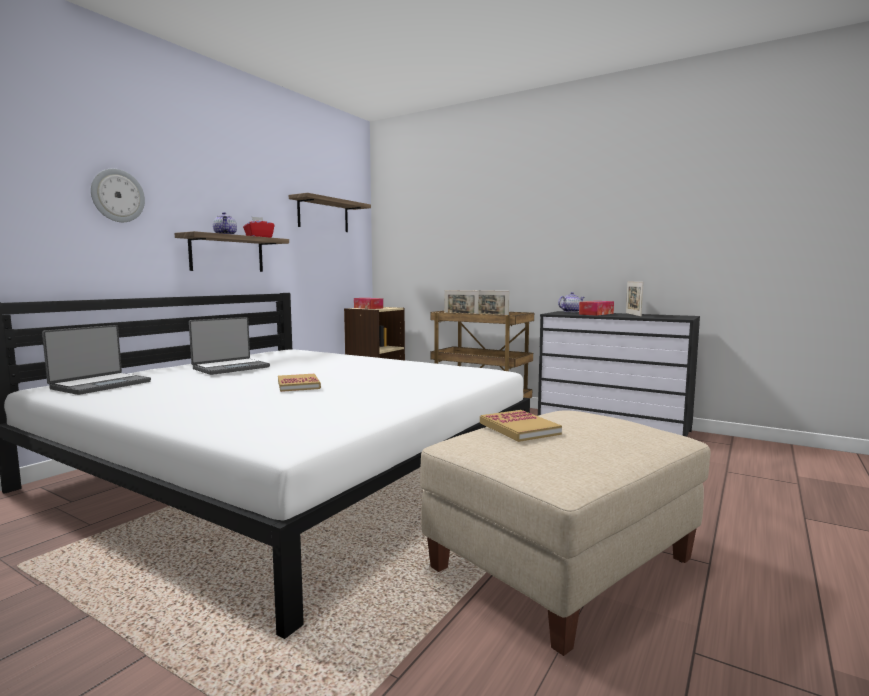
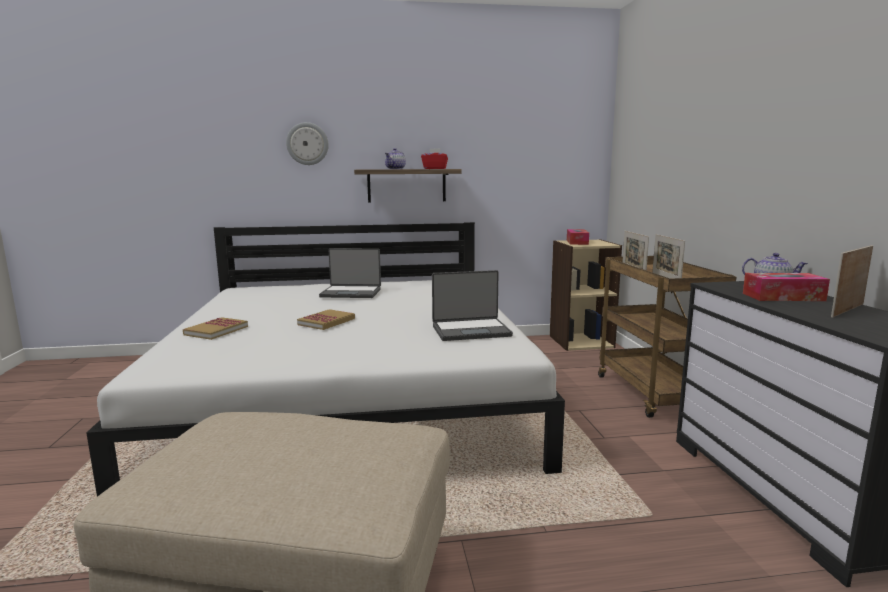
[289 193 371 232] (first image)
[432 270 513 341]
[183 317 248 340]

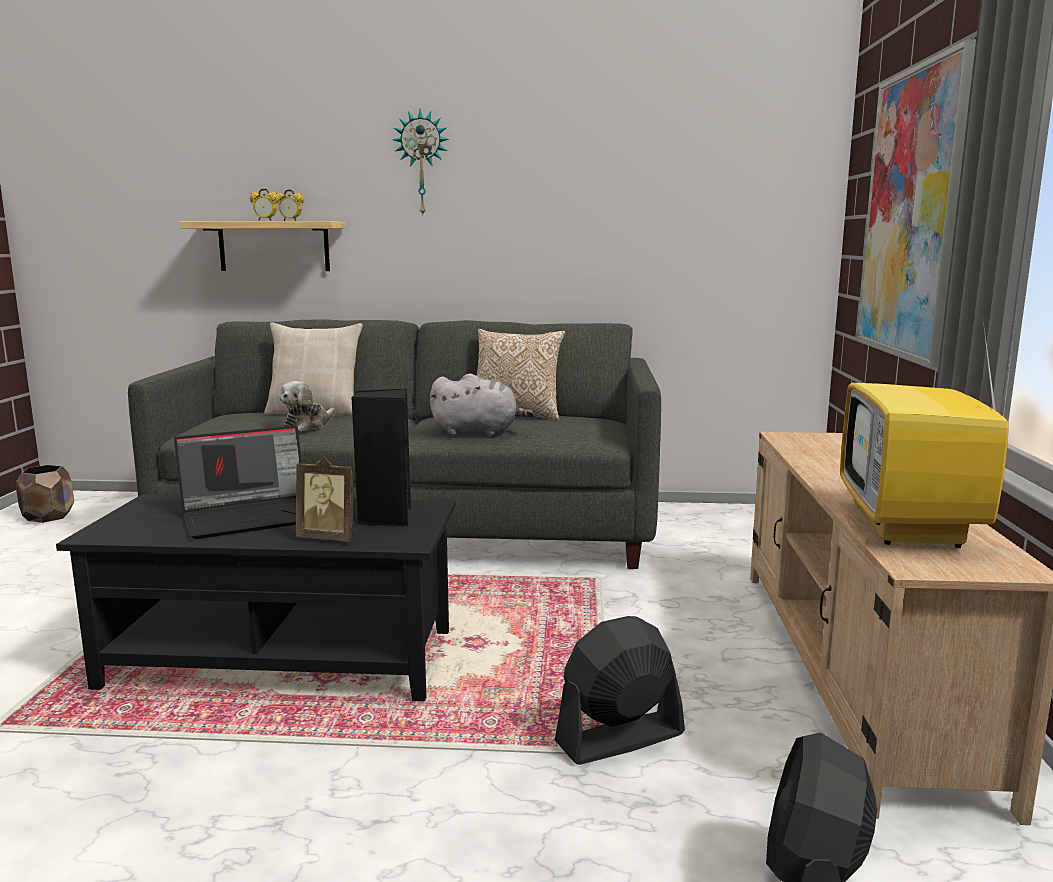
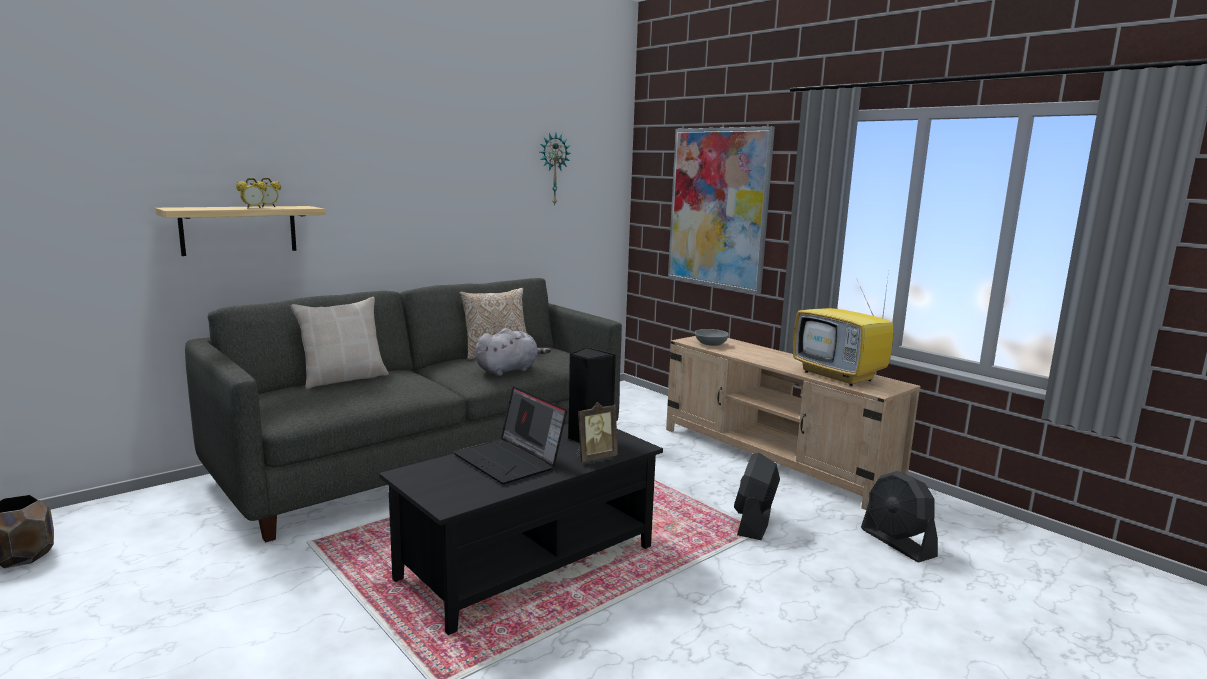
[540 133 571 206]
[279 381 336 431] (first image)
[453 386 567 484]
[695 329 729 346]

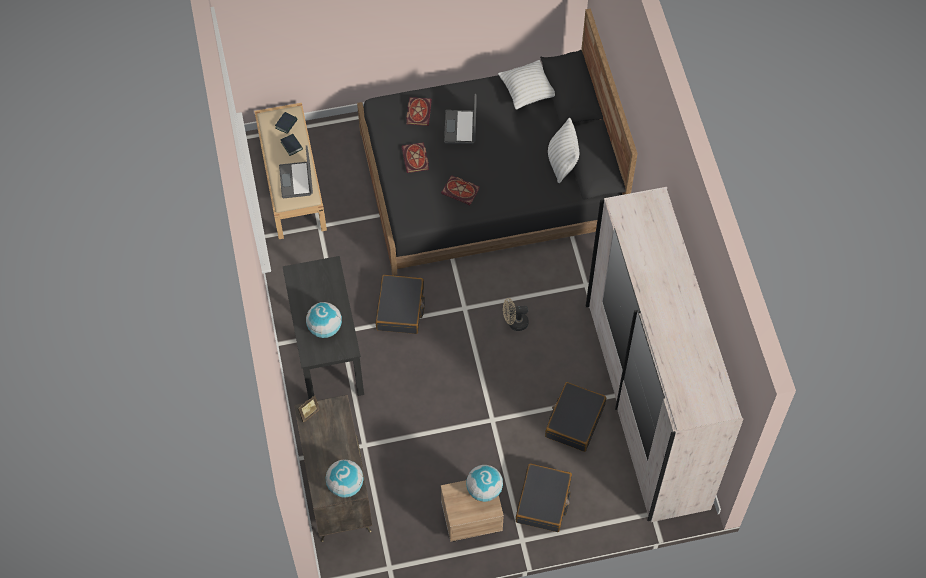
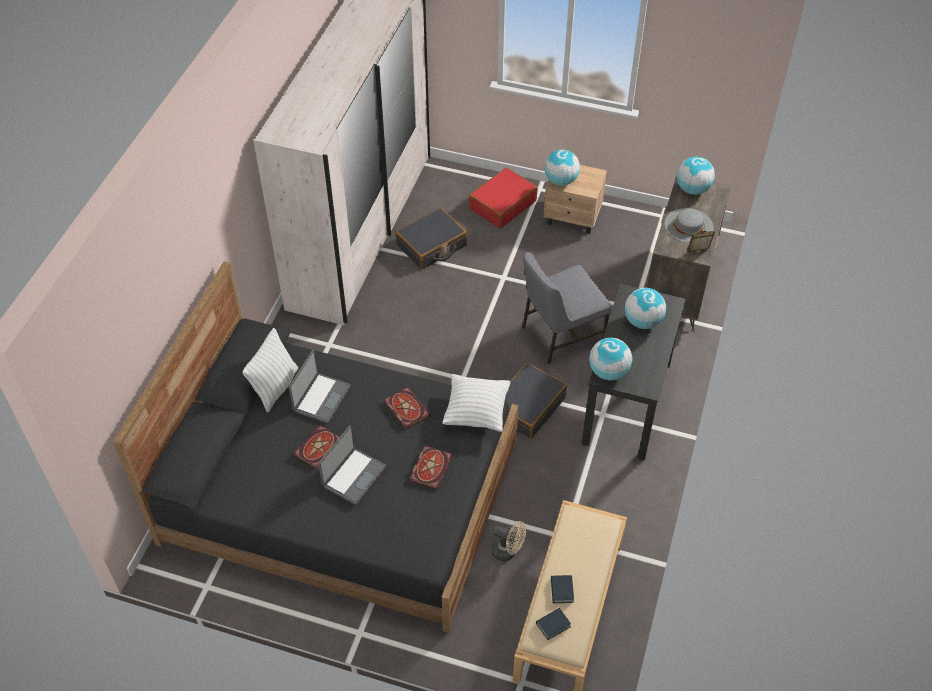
[442 374 510 432]
[293 425 340 469]
[289 350 351 423]
[491 521 526 561]
[469 168 538 229]
[664 208 714 243]
[522 252 612 364]
[589 338 632 380]

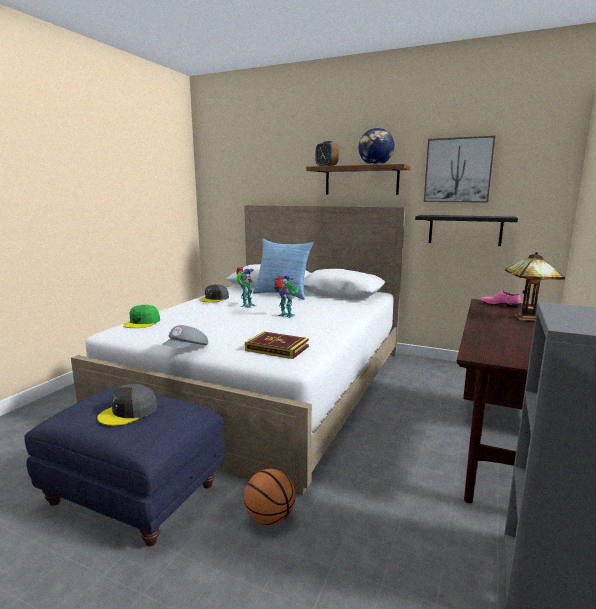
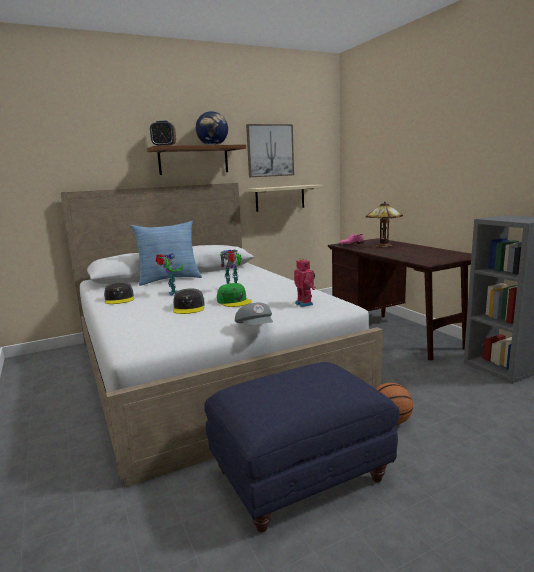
[247 185 323 212]
[217 283 252 307]
[294 258 316 307]
[173 289 205 314]

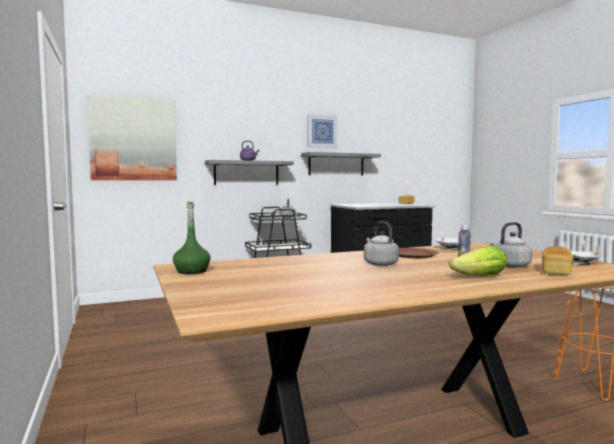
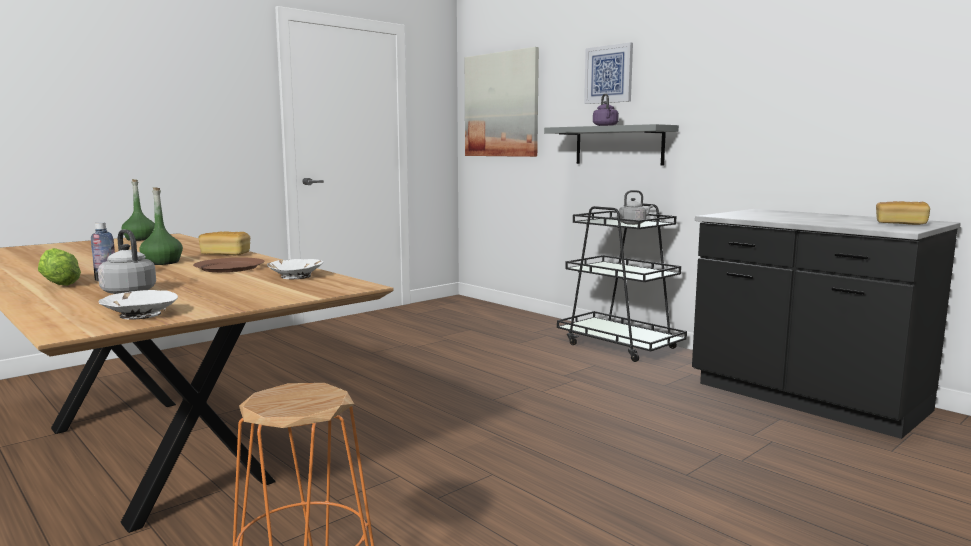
[584 42 633 104]
[301 152 381 176] (first image)
[139 187 183 265]
[199 231 250 255]

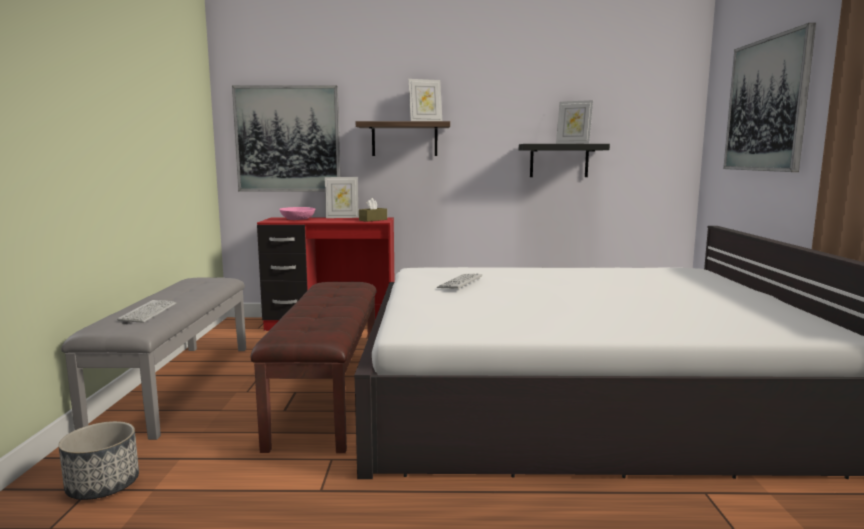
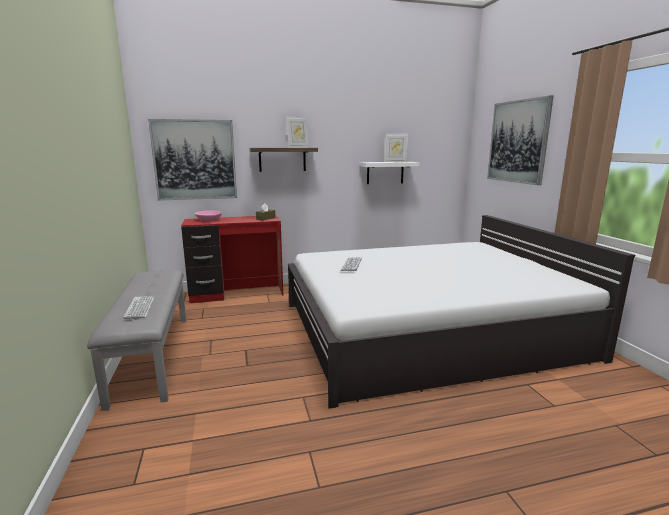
[360 162 420 184]
[325 177 359 218] (first image)
[250 282 377 453] (first image)
[58 421 139 500] (first image)

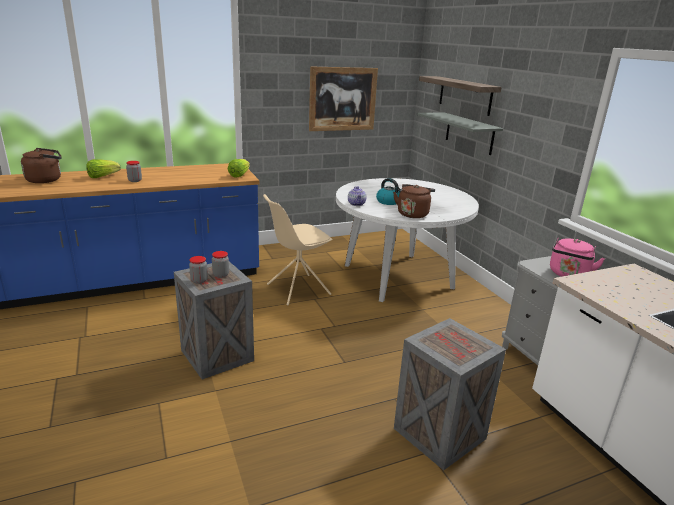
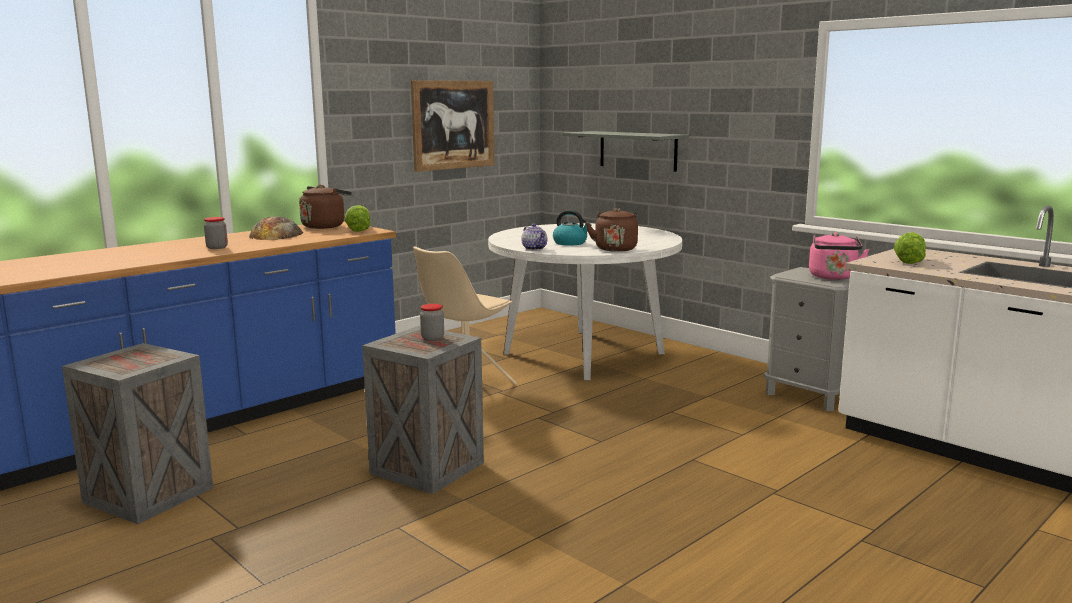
[419 76 502 116] (first image)
[299 185 352 229]
[894 232 926 264]
[189 256 208 284] (first image)
[62 343 213 524]
[249 216 304 240]

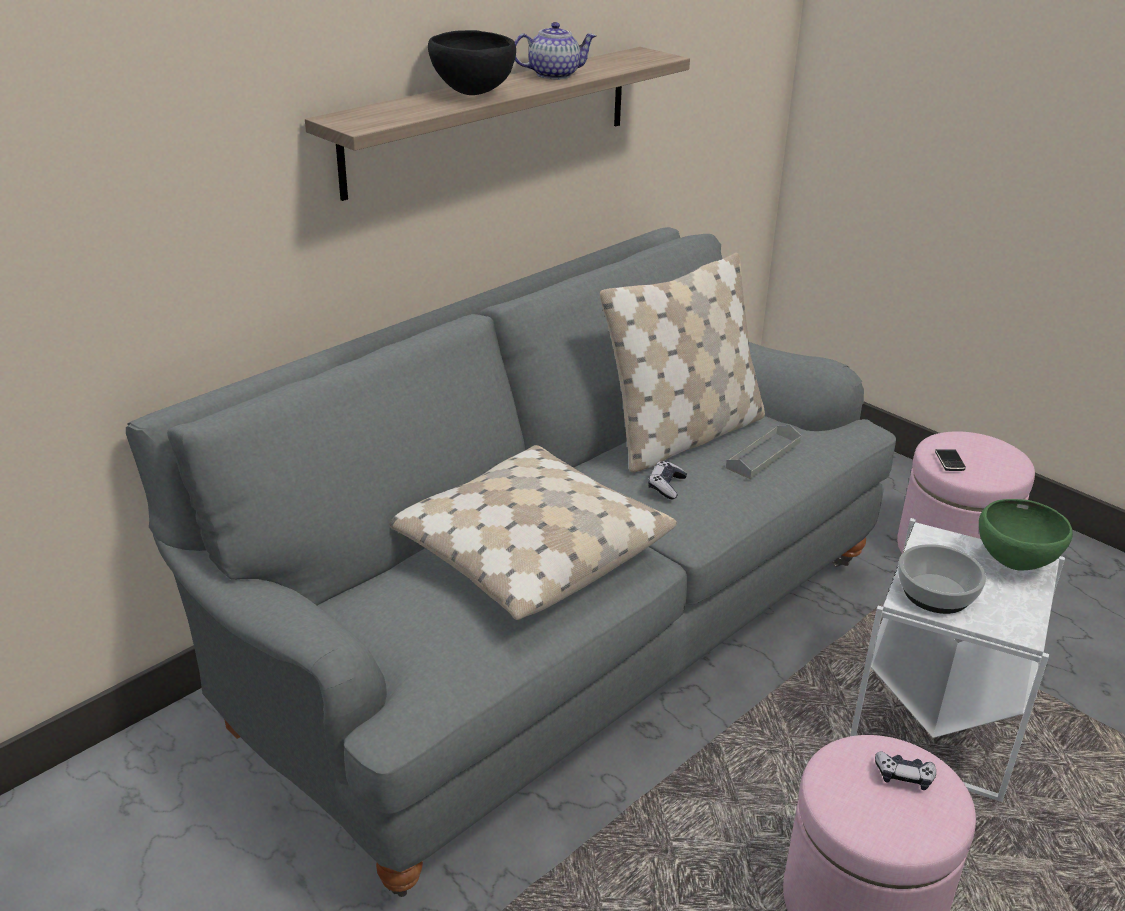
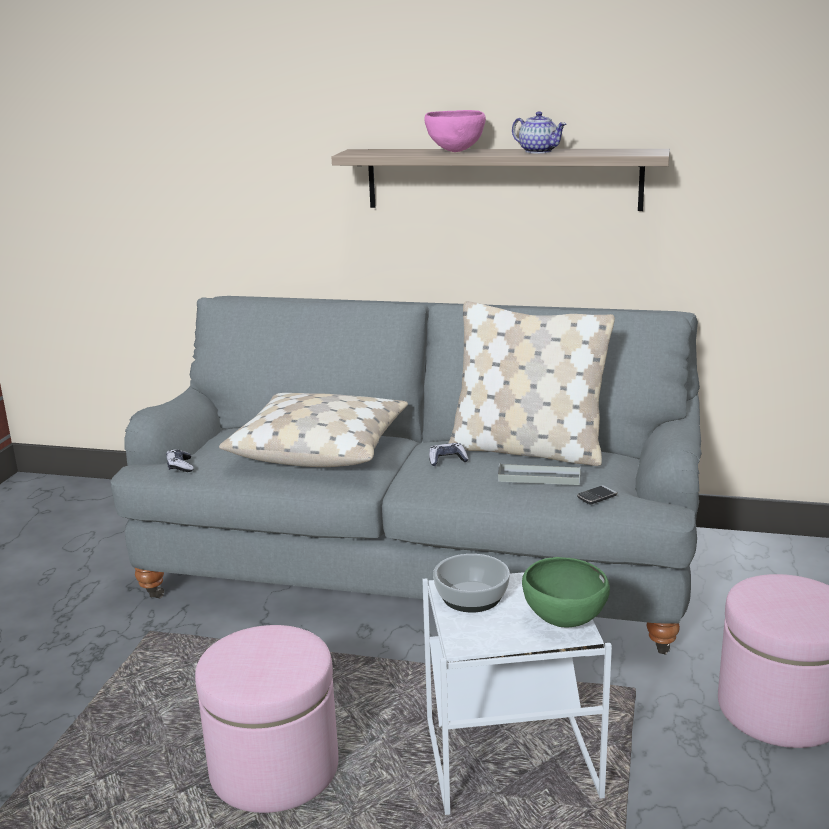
[424 110 486 152]
[577 485 618 505]
[166 449 194 472]

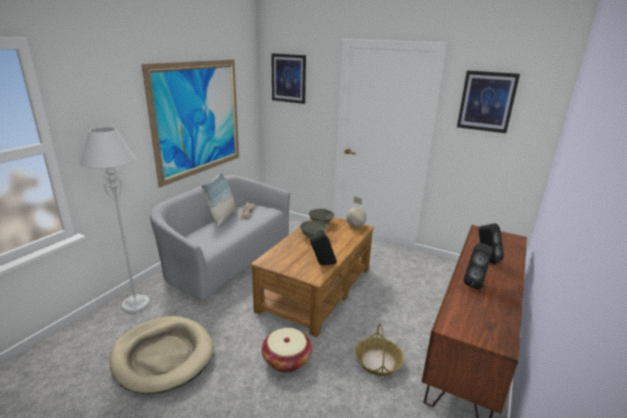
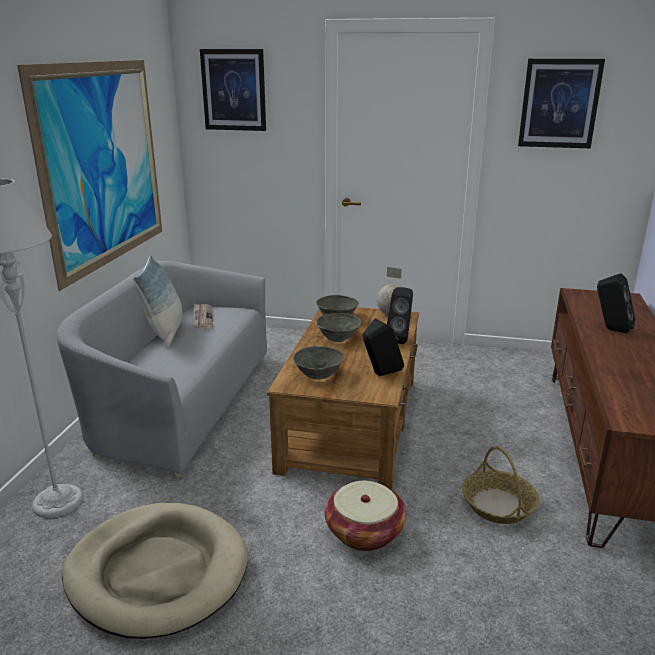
[387 287 413 344]
[293 346 344 379]

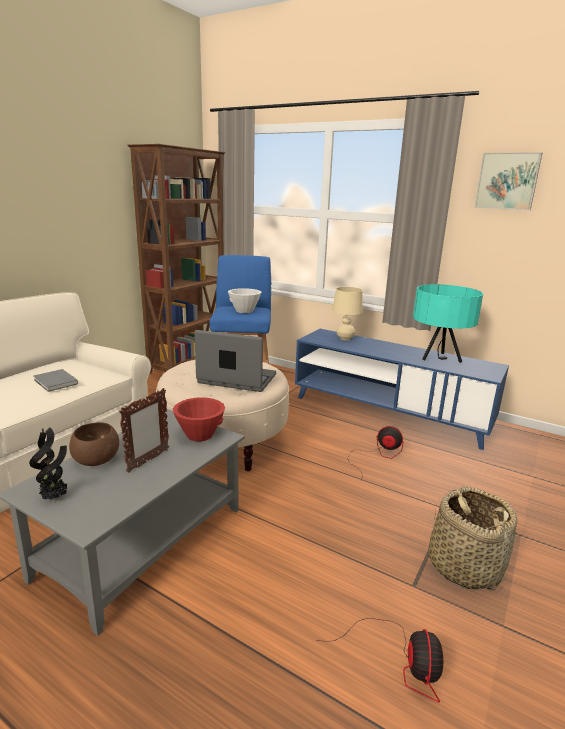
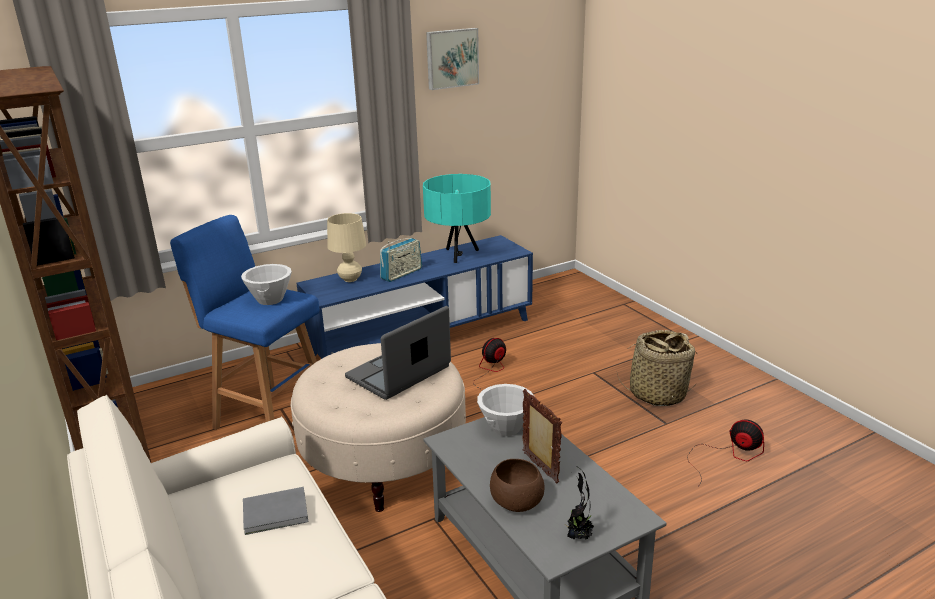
[477 384 534 436]
[380 238 422 282]

